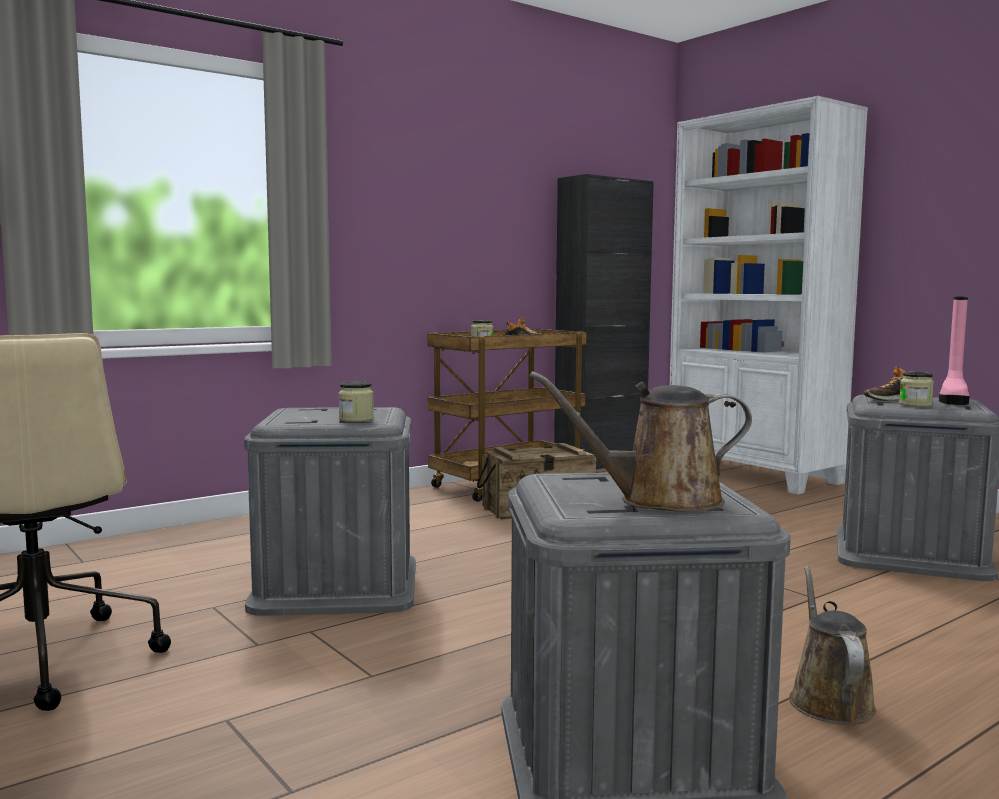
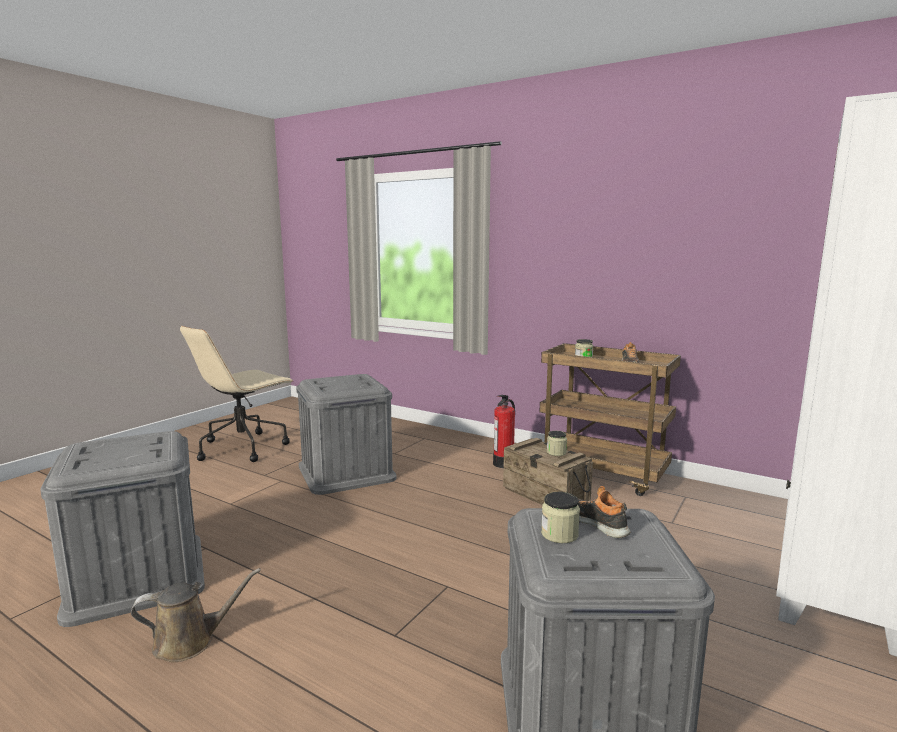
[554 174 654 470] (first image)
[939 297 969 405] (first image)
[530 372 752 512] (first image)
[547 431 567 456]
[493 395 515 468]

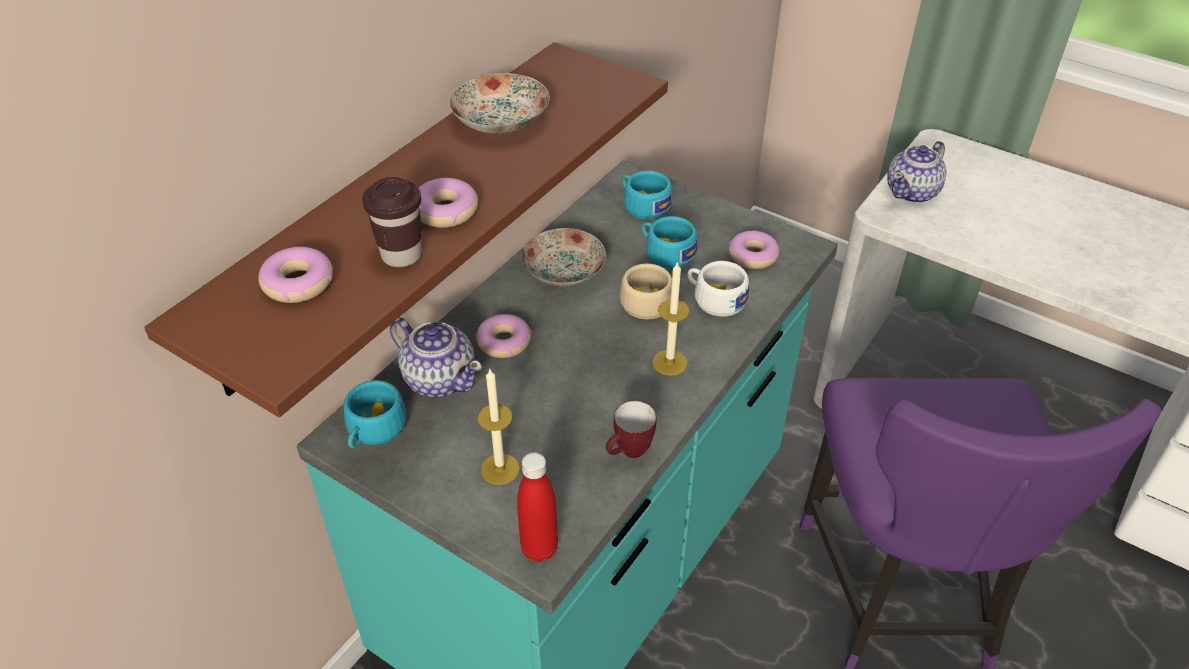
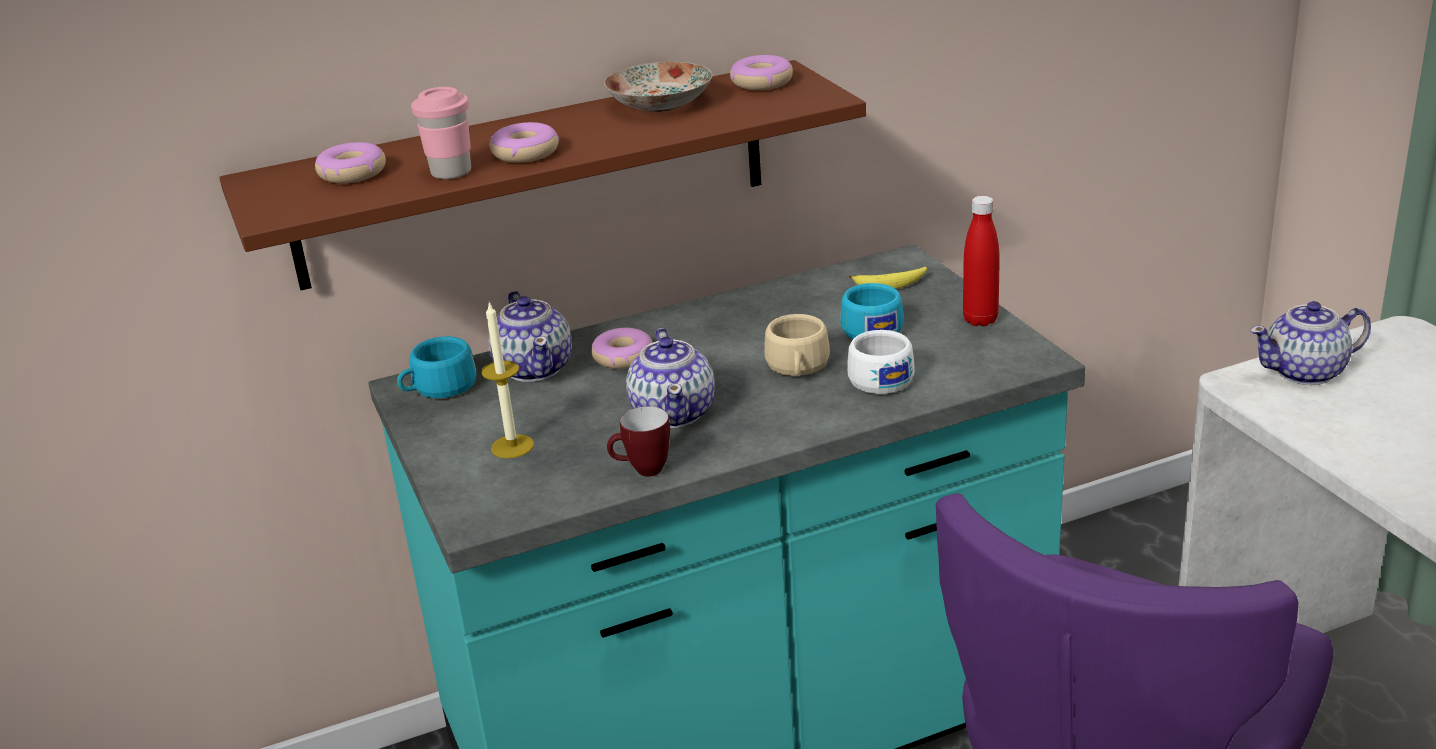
[849 267 927 289]
[411 87 471 179]
[522 228 606 287] (first image)
[730 55 793 90]
[652 261 690 376] (first image)
[963 196 1000 326]
[626 328 715 428]

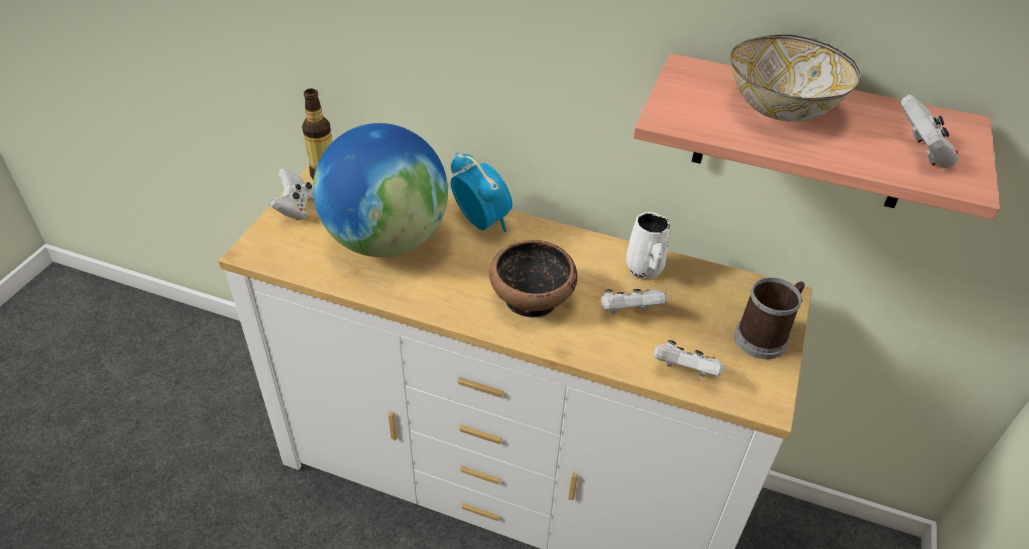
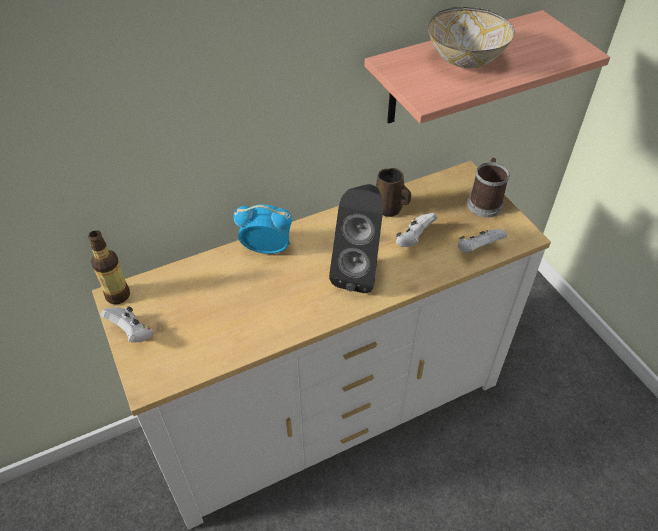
[900 95 959 168] (first image)
[313 123 448 257] (first image)
[376 168 411 217]
[329 184 383 293]

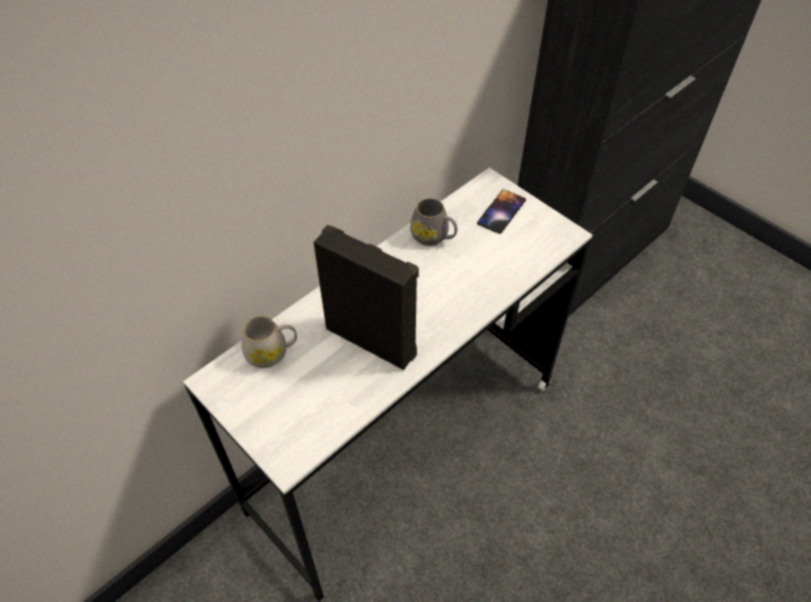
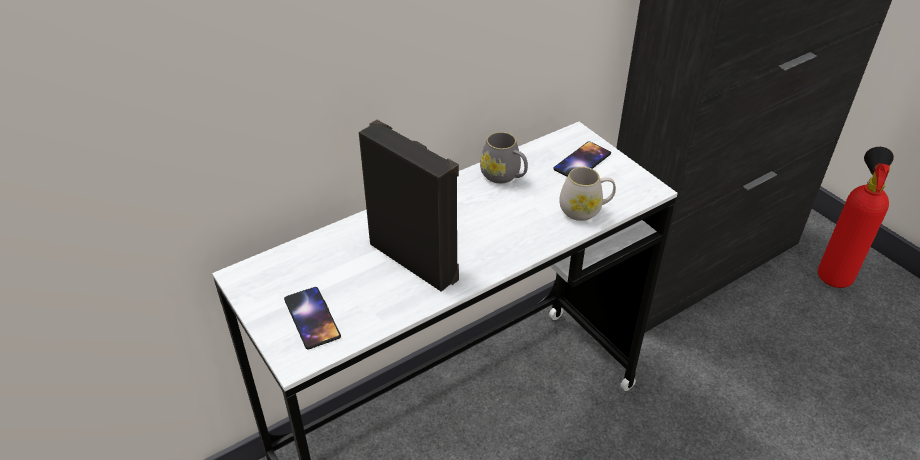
[560 167 616 221]
[818 147 894 288]
[284 287 341 349]

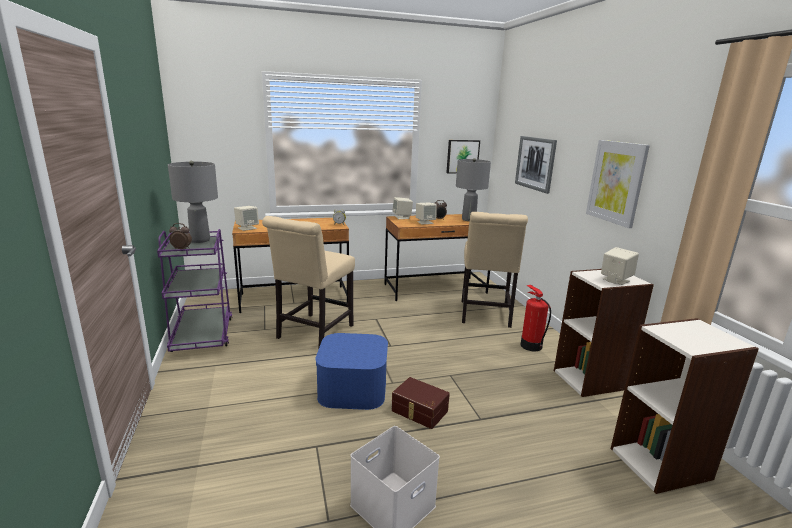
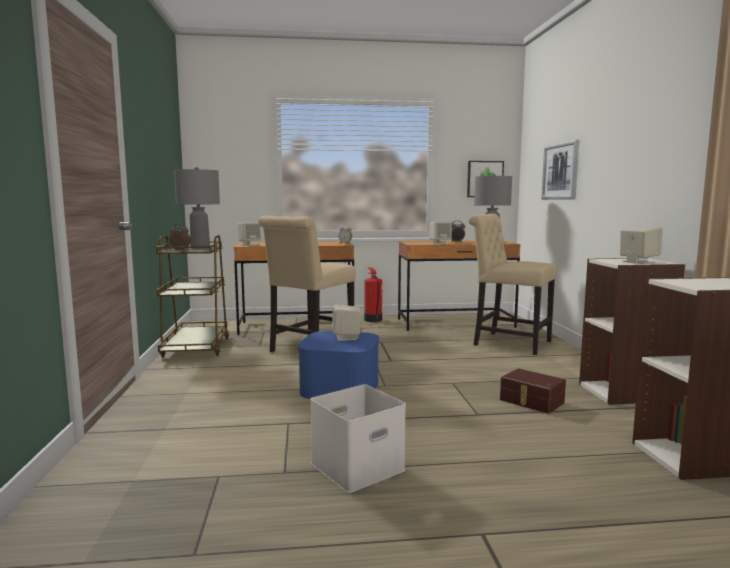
[586 140 650 228] (first image)
[332 305 362 341]
[468 214 557 355]
[156 235 229 357]
[364 267 382 322]
[500 368 566 414]

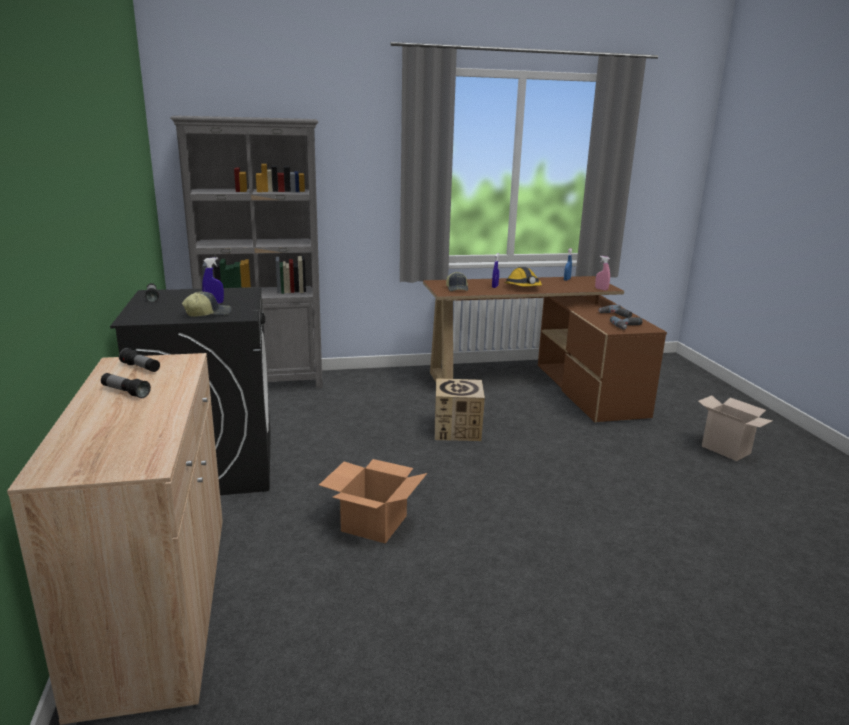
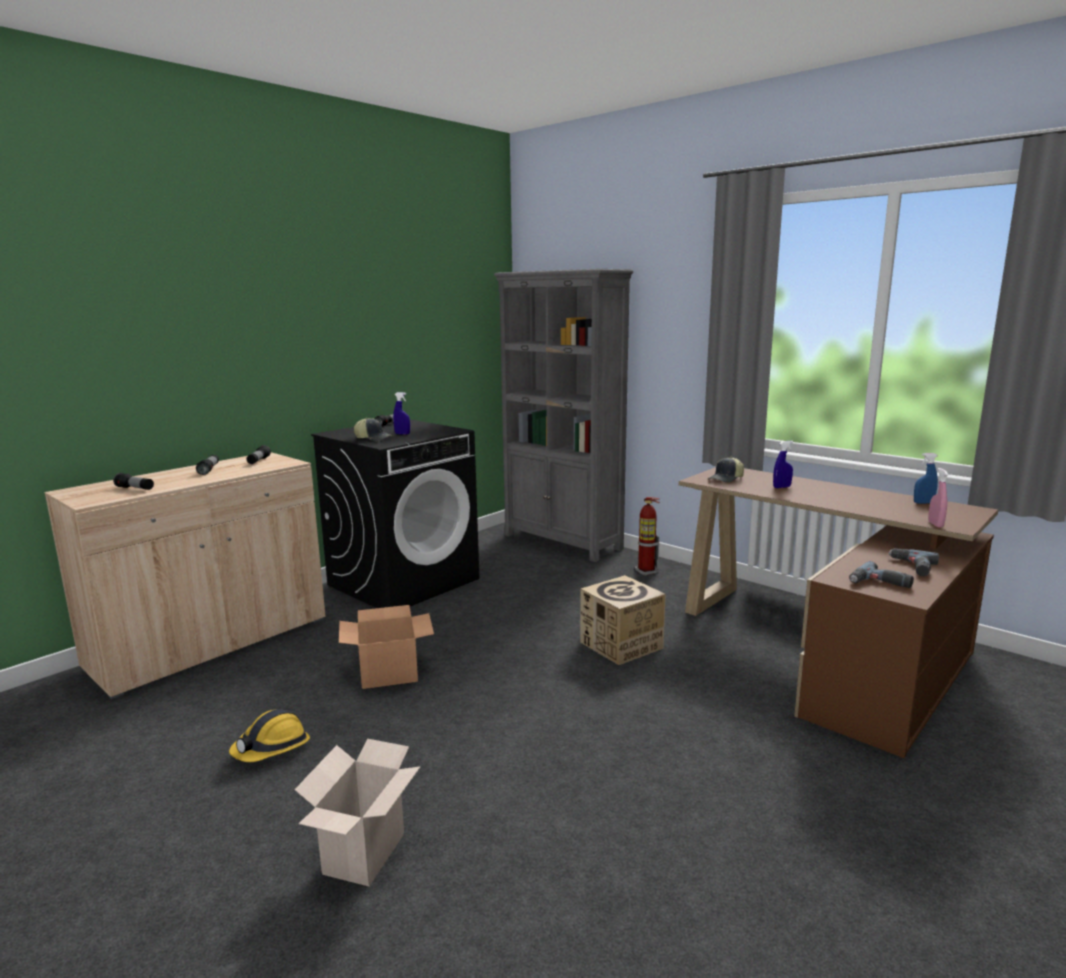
[229 709 310 762]
[295 739 420 886]
[113 473 154 490]
[635 497 660 576]

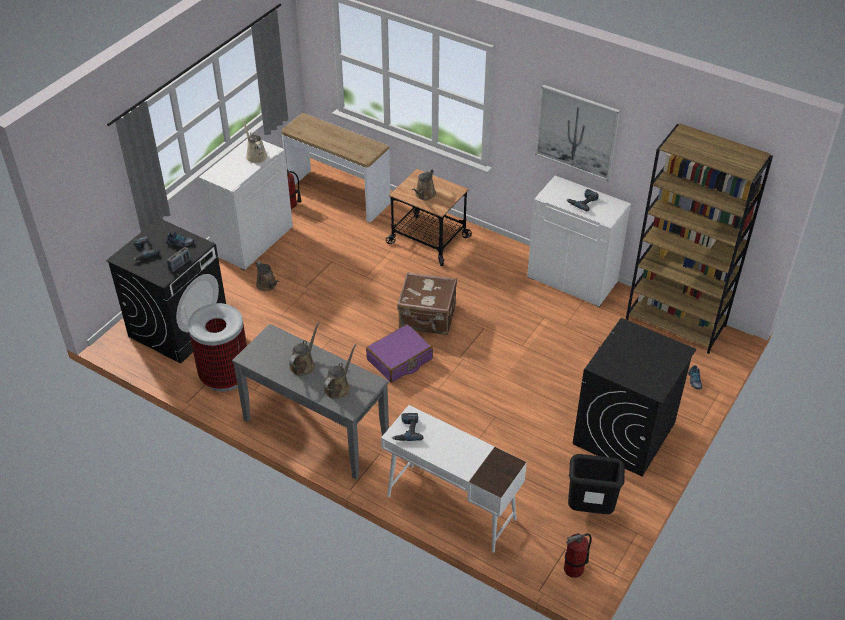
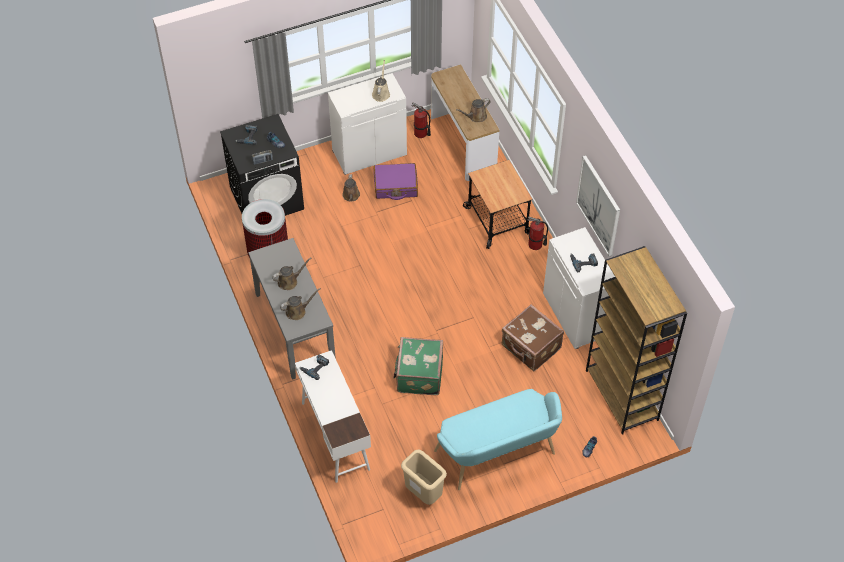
[456 98 491 122]
[502 304 564 371]
[434 389 562 490]
[374 163 418 200]
[401 449 447 505]
[527 217 548 250]
[393 337 443 395]

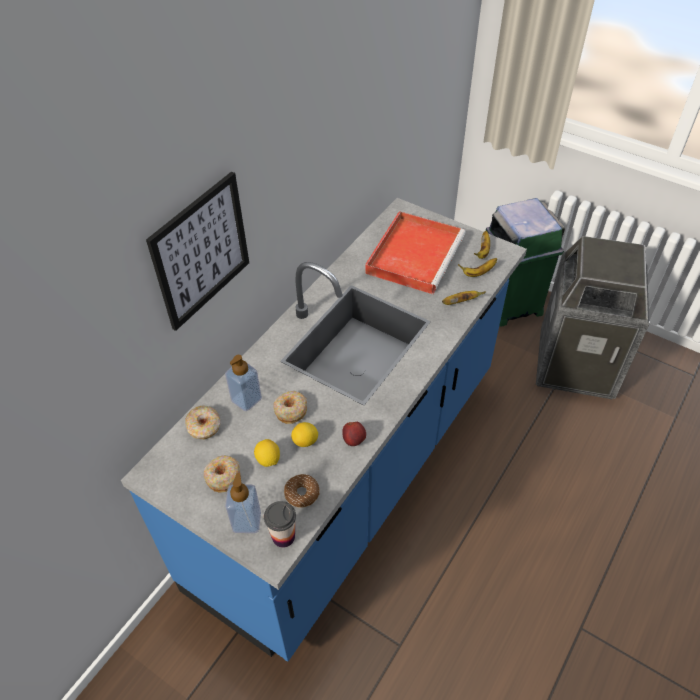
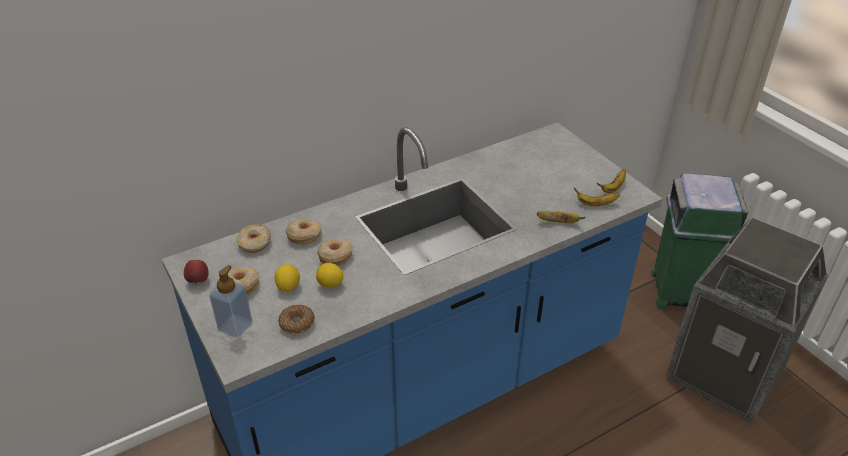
[146 171 249 331] (first image)
[365 211 466 294] (first image)
[286 219 322 245]
[184 260 209 284]
[264 501 296 548] (first image)

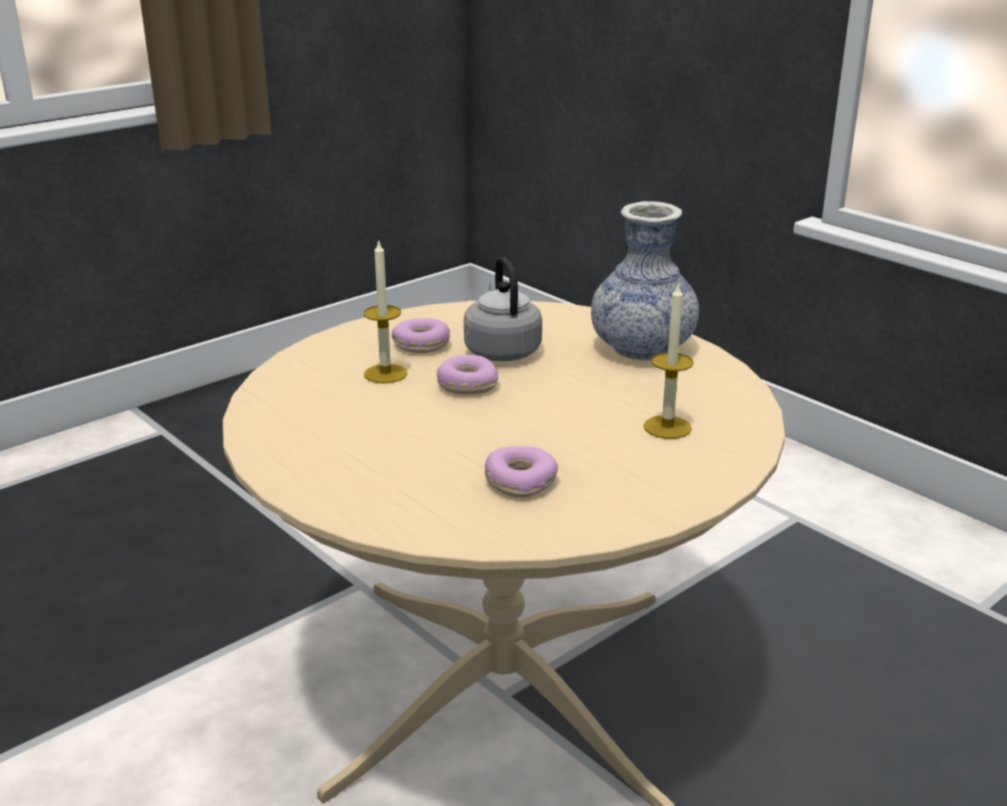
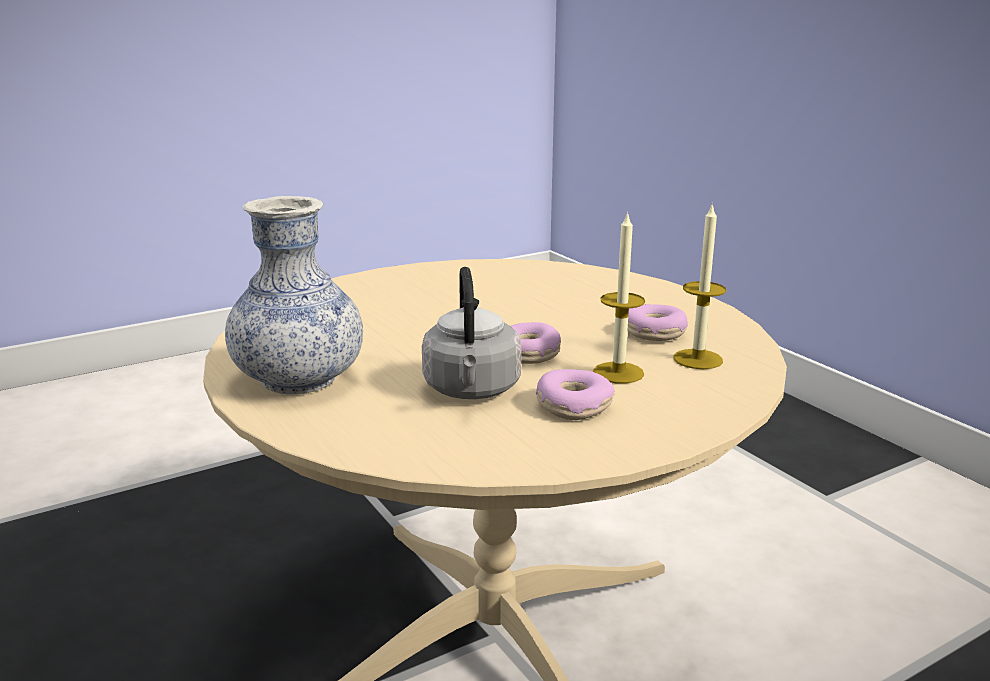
[673 203 726 369]
[627 304 688 341]

